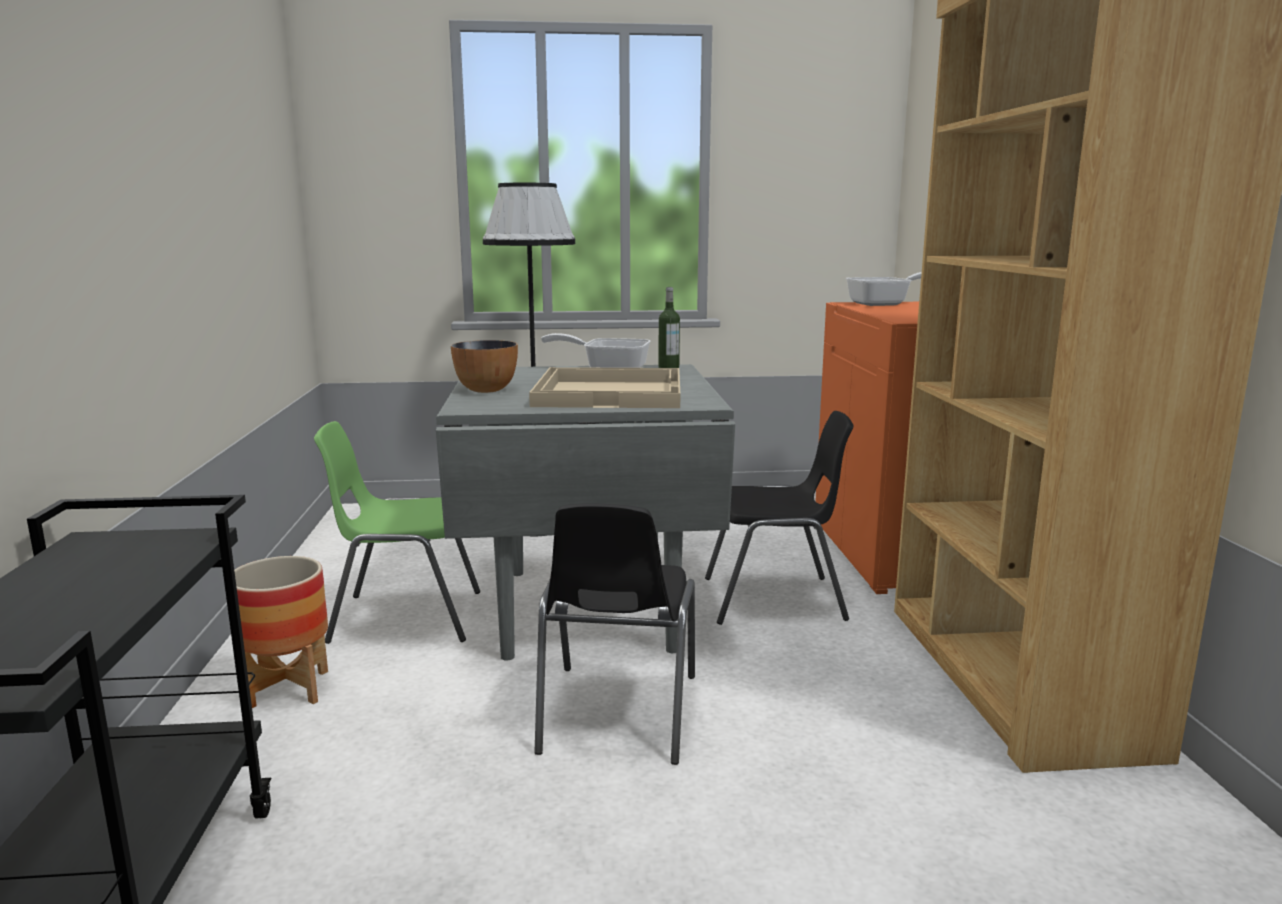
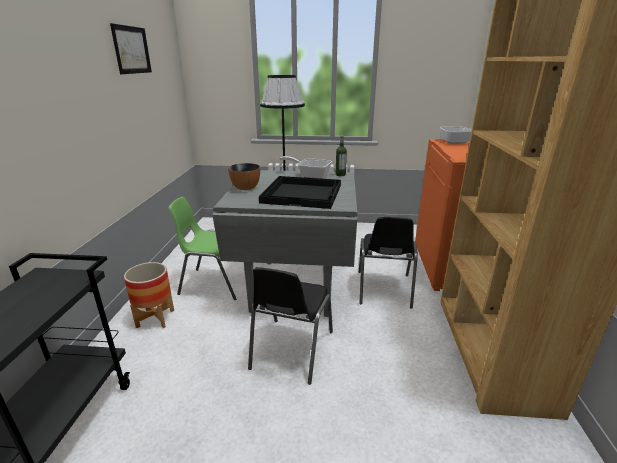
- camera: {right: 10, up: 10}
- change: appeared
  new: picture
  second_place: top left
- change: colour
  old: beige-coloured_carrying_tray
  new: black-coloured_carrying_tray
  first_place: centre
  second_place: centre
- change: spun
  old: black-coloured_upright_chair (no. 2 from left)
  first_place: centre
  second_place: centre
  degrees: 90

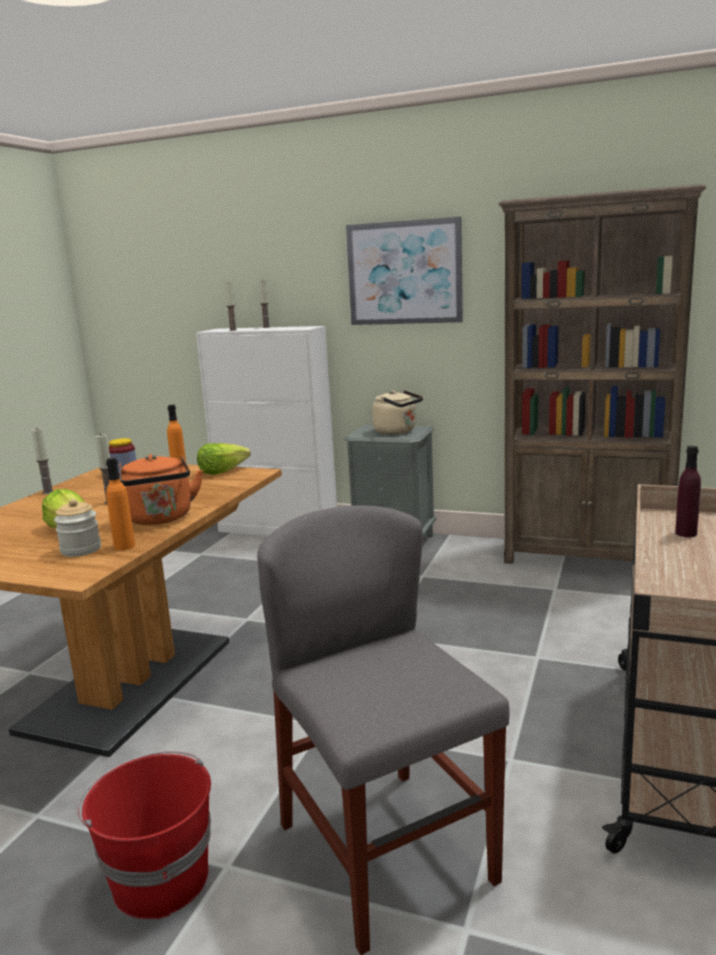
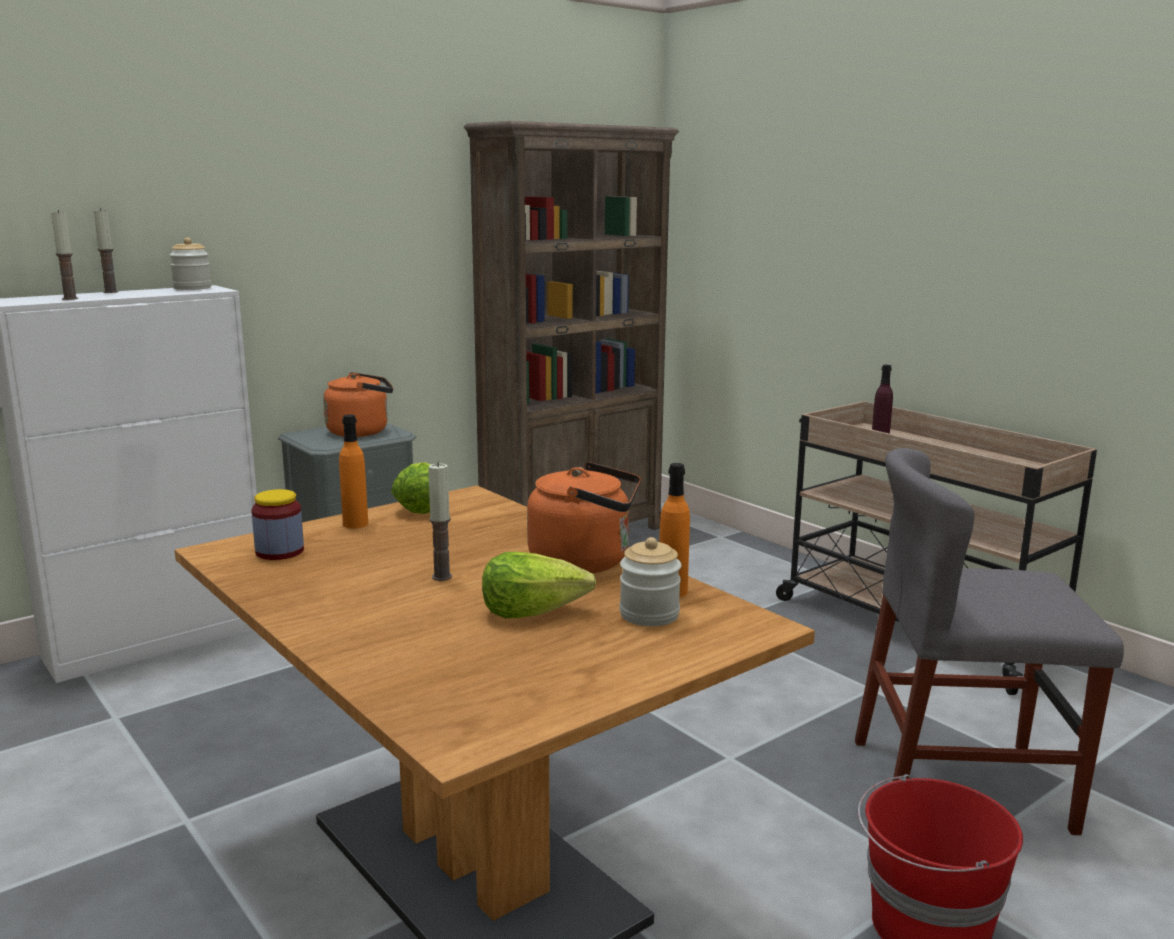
- camera: {right: -60, up: 0}
- change: appeared
  new: storage_jar (no. 1 from left)
  second_place: top left
- change: colour
  old: beige-coloured_tea_kettle
  new: orangey_tea_kettle (no. 1 from left)
  first_place: centre
  second_place: middle left
- change: missing
  old: wax_light (no. 1 from left)
  first_place: middle left
- change: missing
  old: picture
  first_place: top centre

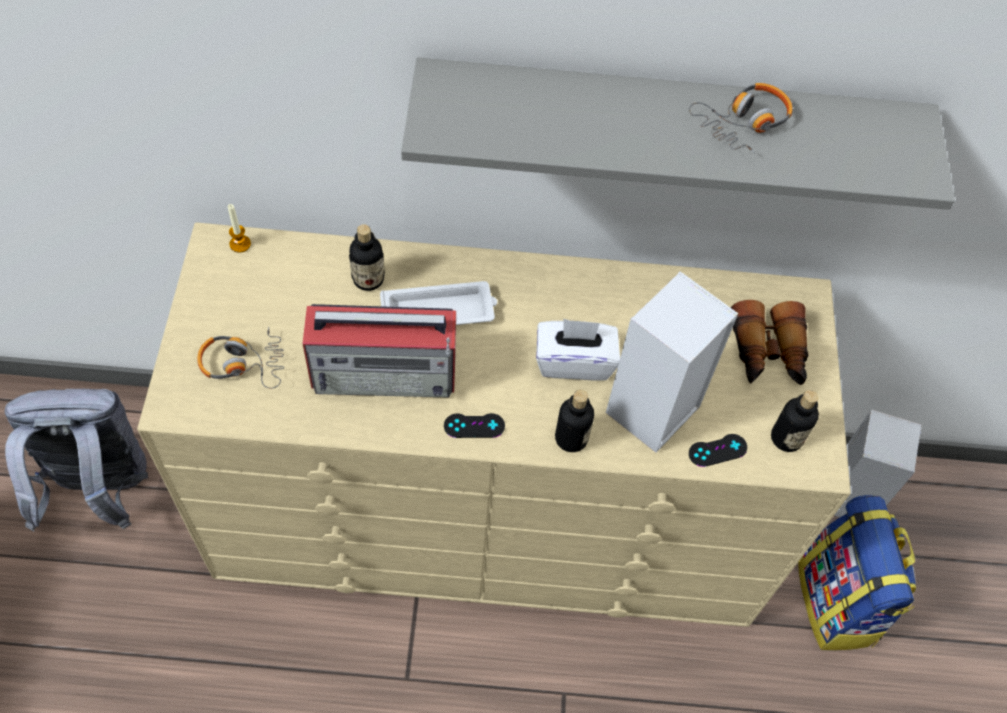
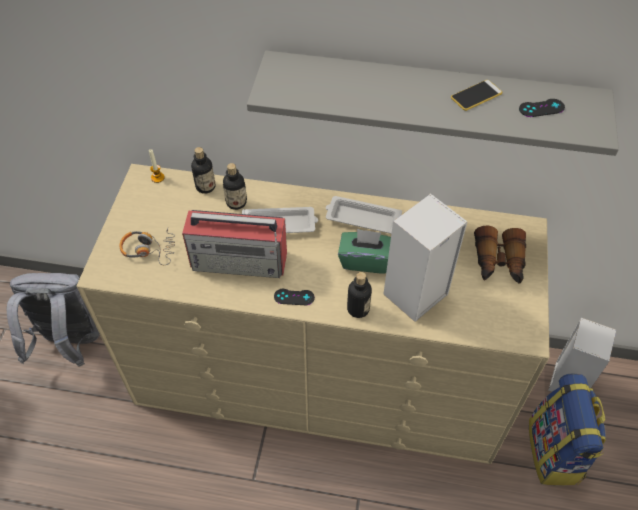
- camera: {right: 10, up: -5}
- change: relocated
  old: drink_bottle (no. 3 from left in the first image)
  new: drink_bottle (no. 1 from left)
  first_place: middle right
  second_place: middle left
- change: appeared
  new: white_carrying_tray (no. 2 from left)
  second_place: centre
- change: colour
  old: white_tissue_holder
  new: green_tissue_holder
  first_place: centre
  second_place: centre
- change: exchanged
  old: headphones (no. 2 from left)
  new: telephone
  first_place: top right
  second_place: top right
- change: relocated
  old: black-coloured_game_controller (no. 2 from left)
  first_place: middle right
  second_place: top right

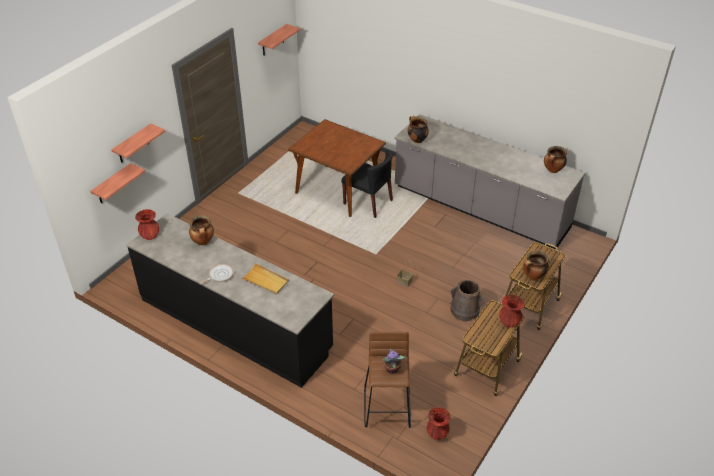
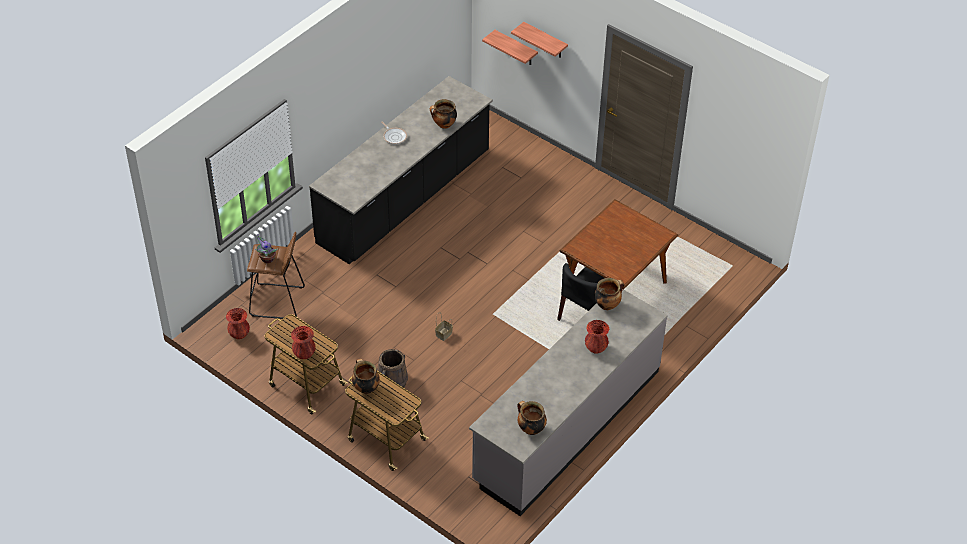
- camera: {right: 95, up: 5}
- change: relocated
  old: red-coloured_flower_vase (no. 1 from left in the first image)
  new: red-coloured_flower_vase (no. 3 from left)
  first_place: middle left
  second_place: centre
- change: missing
  old: beige-coloured_carrying_tray
  first_place: centre
- change: missing
  old: bracket_shelf (no. 3 from left)
  first_place: top centre

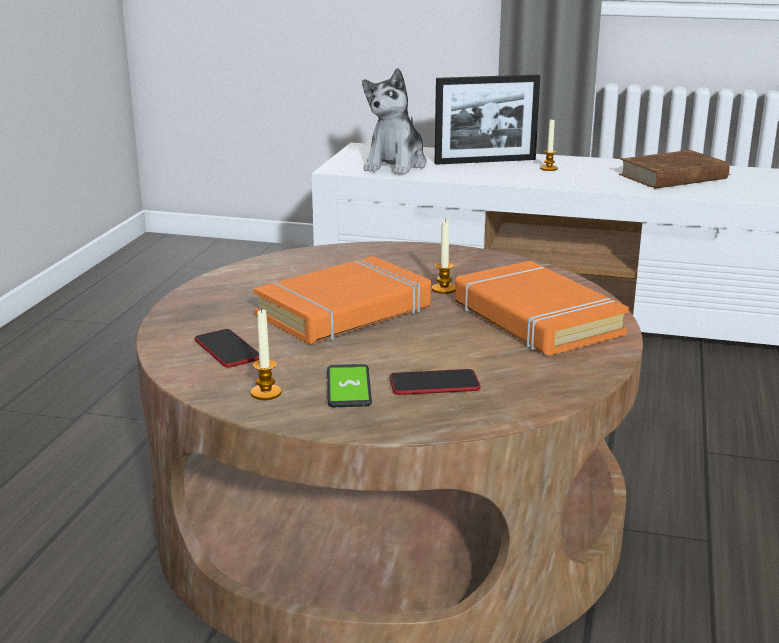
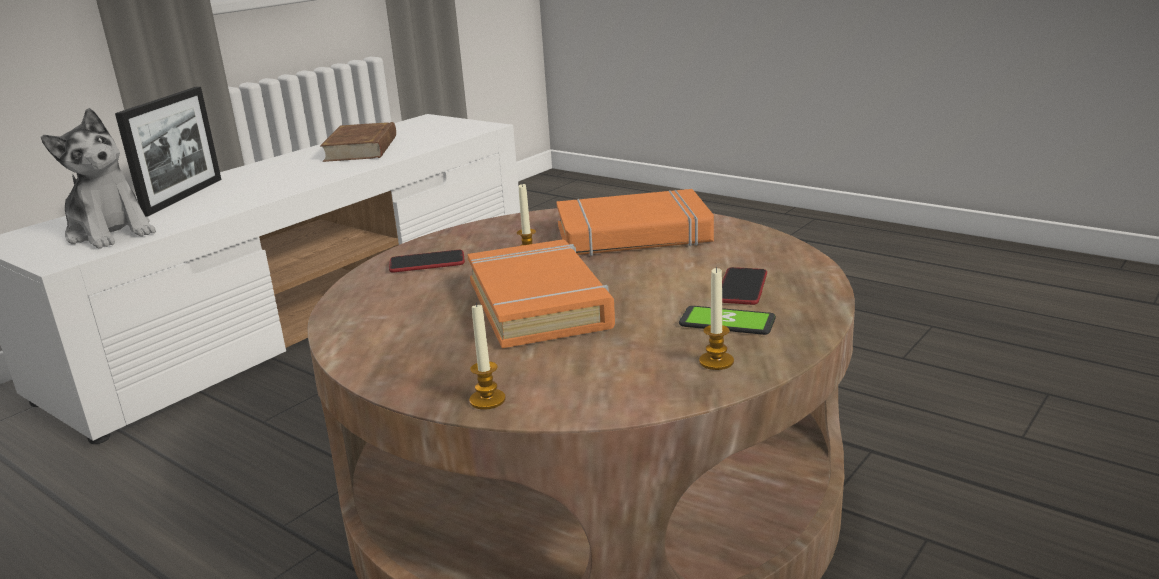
- camera: {right: -65, up: 0}
- change: relocated
  old: telephone (no. 1 from left)
  first_place: middle left
  second_place: centre
- change: relocated
  old: wax_light (no. 3 from left in the first image)
  new: wax_light (no. 1 from left)
  first_place: top right
  second_place: centre

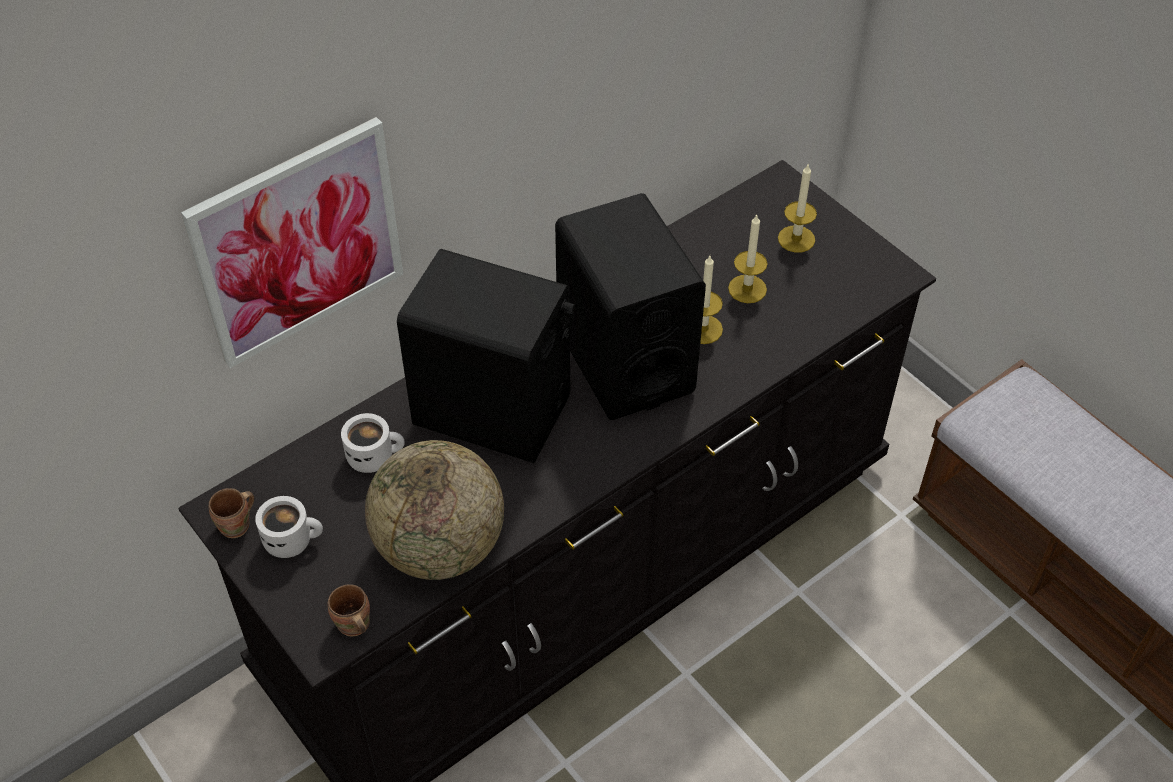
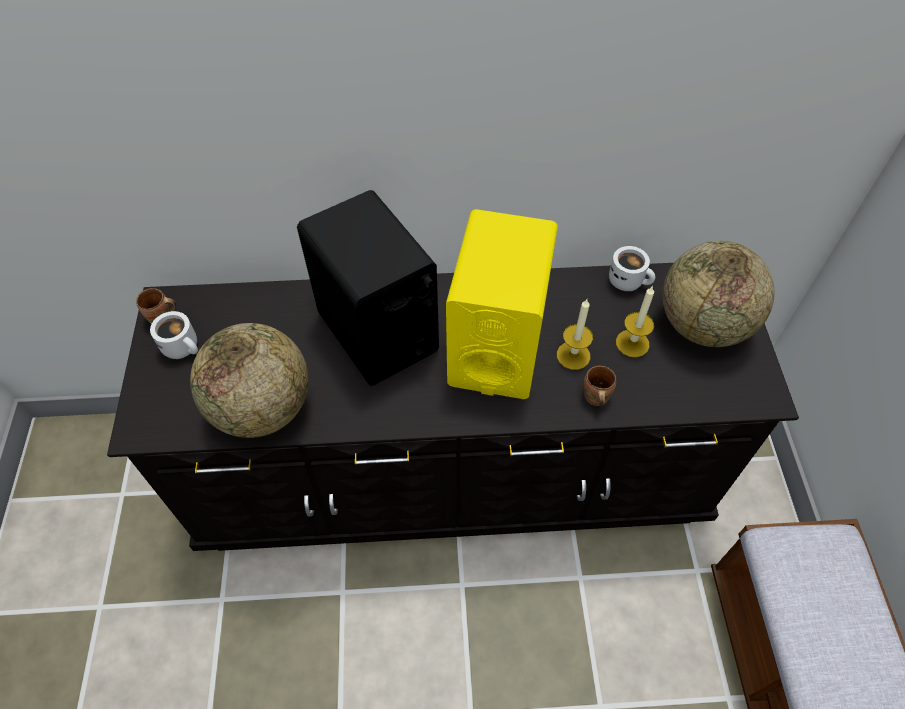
- camera: {right: 35, up: 5}
- change: colour
  old: black-coloured_loudspeaker (no. 2 from left)
  new: yellowish_loudspeaker
  first_place: centre
  second_place: centre
- change: relocated
  old: brown_tea_mug (no. 2 from left)
  first_place: bottom left
  second_place: centre
- change: relocated
  old: white_tea_mug (no. 2 from left)
  first_place: middle left
  second_place: middle right
- change: exchanged
  old: wax_light (no. 3 from left)
  new: world_globe (no. 2 from left)
  first_place: top right
  second_place: middle right
- change: missing
  old: picture
  first_place: top left

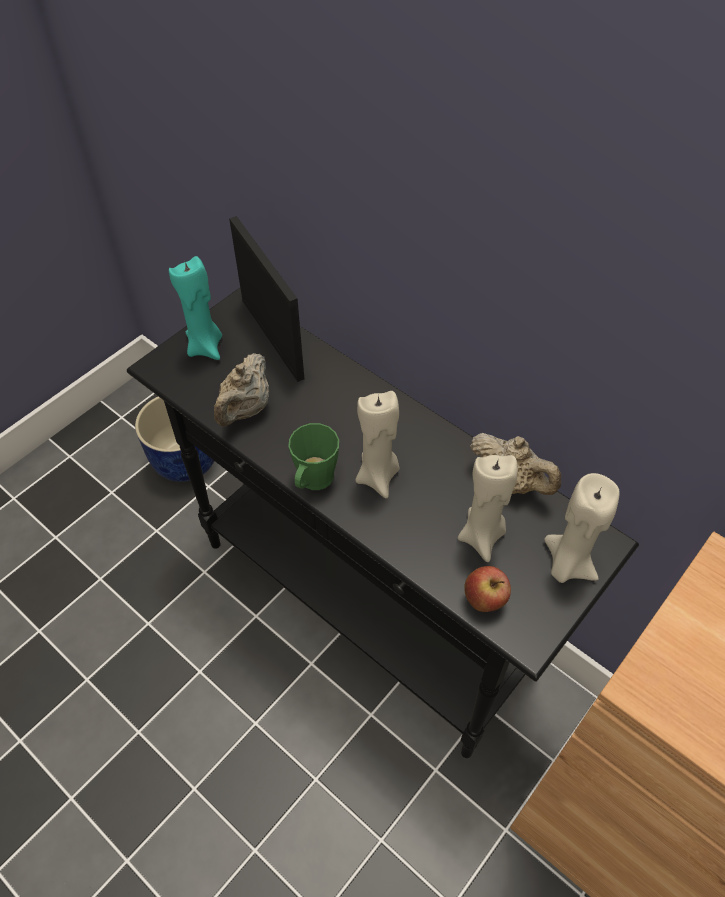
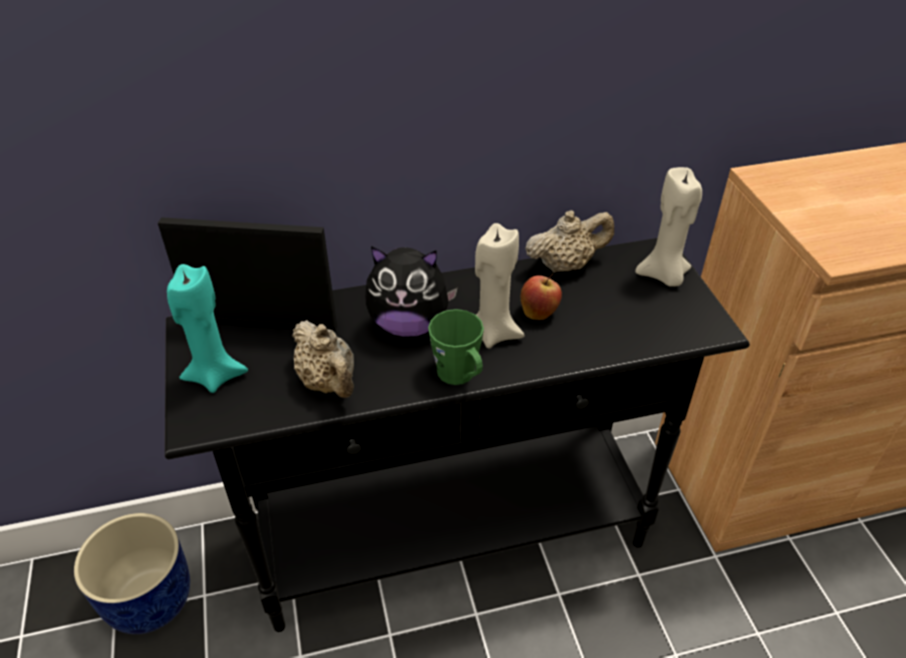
- camera: {right: -55, up: -10}
- change: appeared
  new: soft_toy
  second_place: centre
- change: relocated
  old: apple_fruit
  first_place: middle right
  second_place: centre
- change: missing
  old: beige-coloured_wax_light (no. 2 from left)
  first_place: middle right

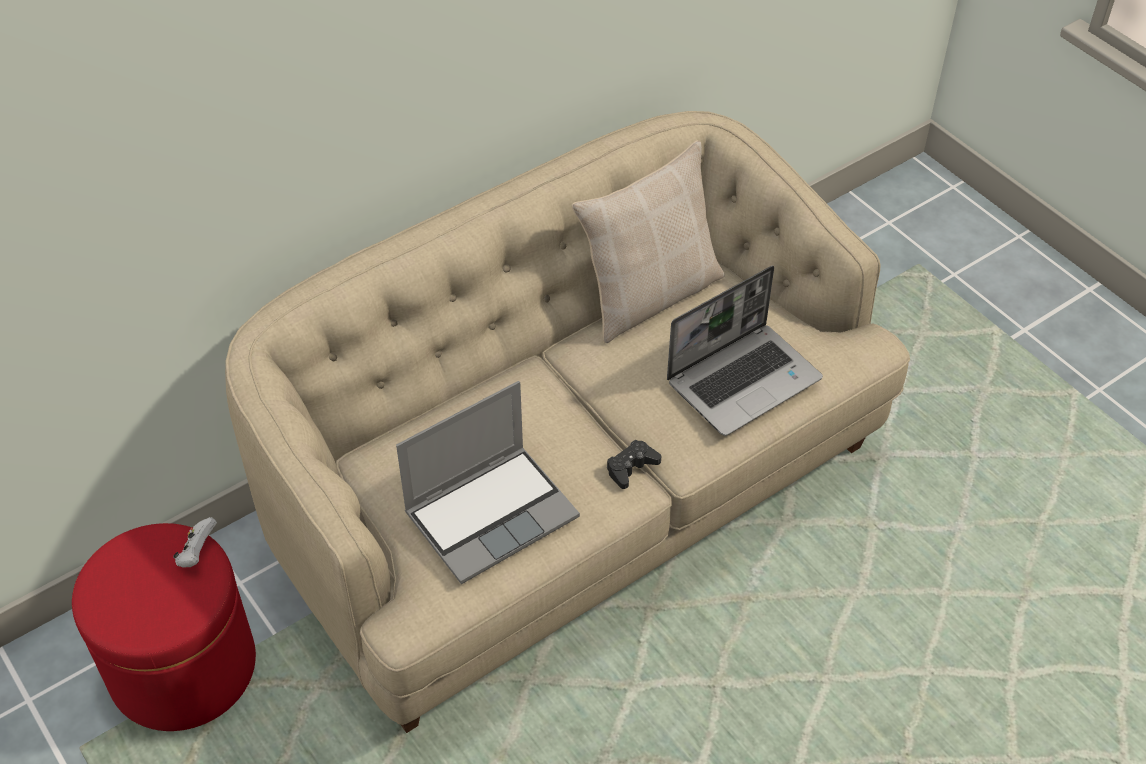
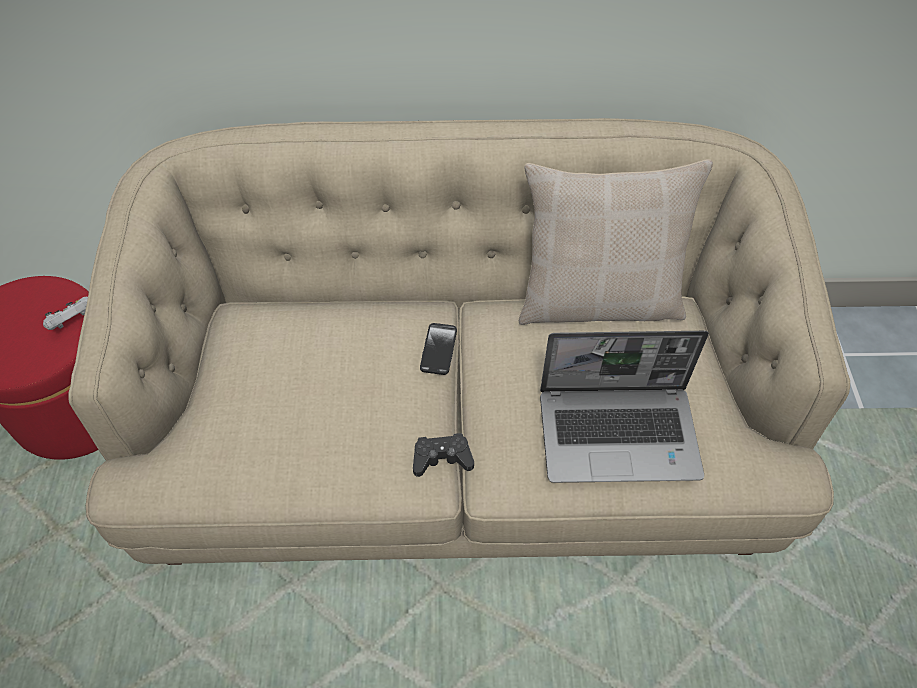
- camera: {right: 35, up: 5}
- change: appeared
  new: telephone
  second_place: centre
- change: missing
  old: laptop (no. 1 from left)
  first_place: centre

